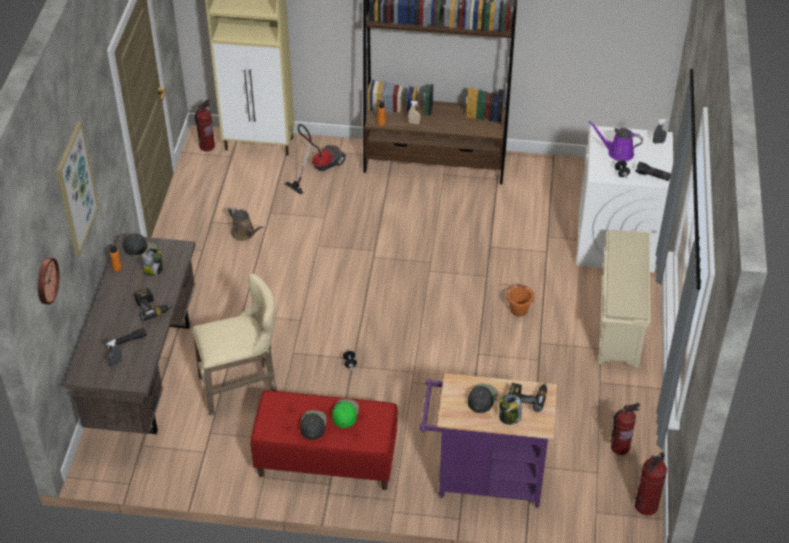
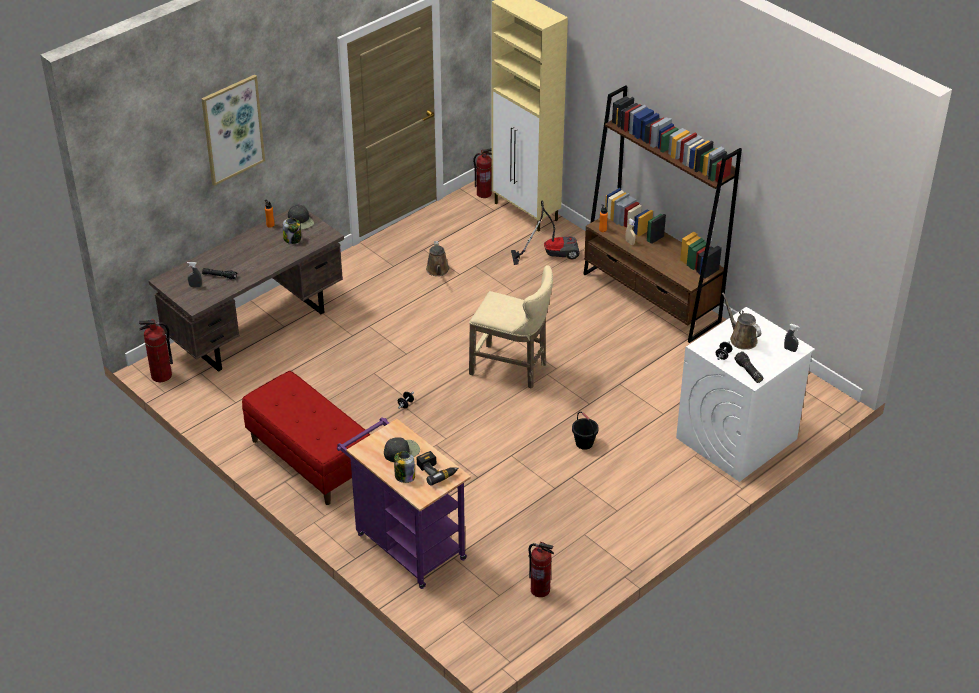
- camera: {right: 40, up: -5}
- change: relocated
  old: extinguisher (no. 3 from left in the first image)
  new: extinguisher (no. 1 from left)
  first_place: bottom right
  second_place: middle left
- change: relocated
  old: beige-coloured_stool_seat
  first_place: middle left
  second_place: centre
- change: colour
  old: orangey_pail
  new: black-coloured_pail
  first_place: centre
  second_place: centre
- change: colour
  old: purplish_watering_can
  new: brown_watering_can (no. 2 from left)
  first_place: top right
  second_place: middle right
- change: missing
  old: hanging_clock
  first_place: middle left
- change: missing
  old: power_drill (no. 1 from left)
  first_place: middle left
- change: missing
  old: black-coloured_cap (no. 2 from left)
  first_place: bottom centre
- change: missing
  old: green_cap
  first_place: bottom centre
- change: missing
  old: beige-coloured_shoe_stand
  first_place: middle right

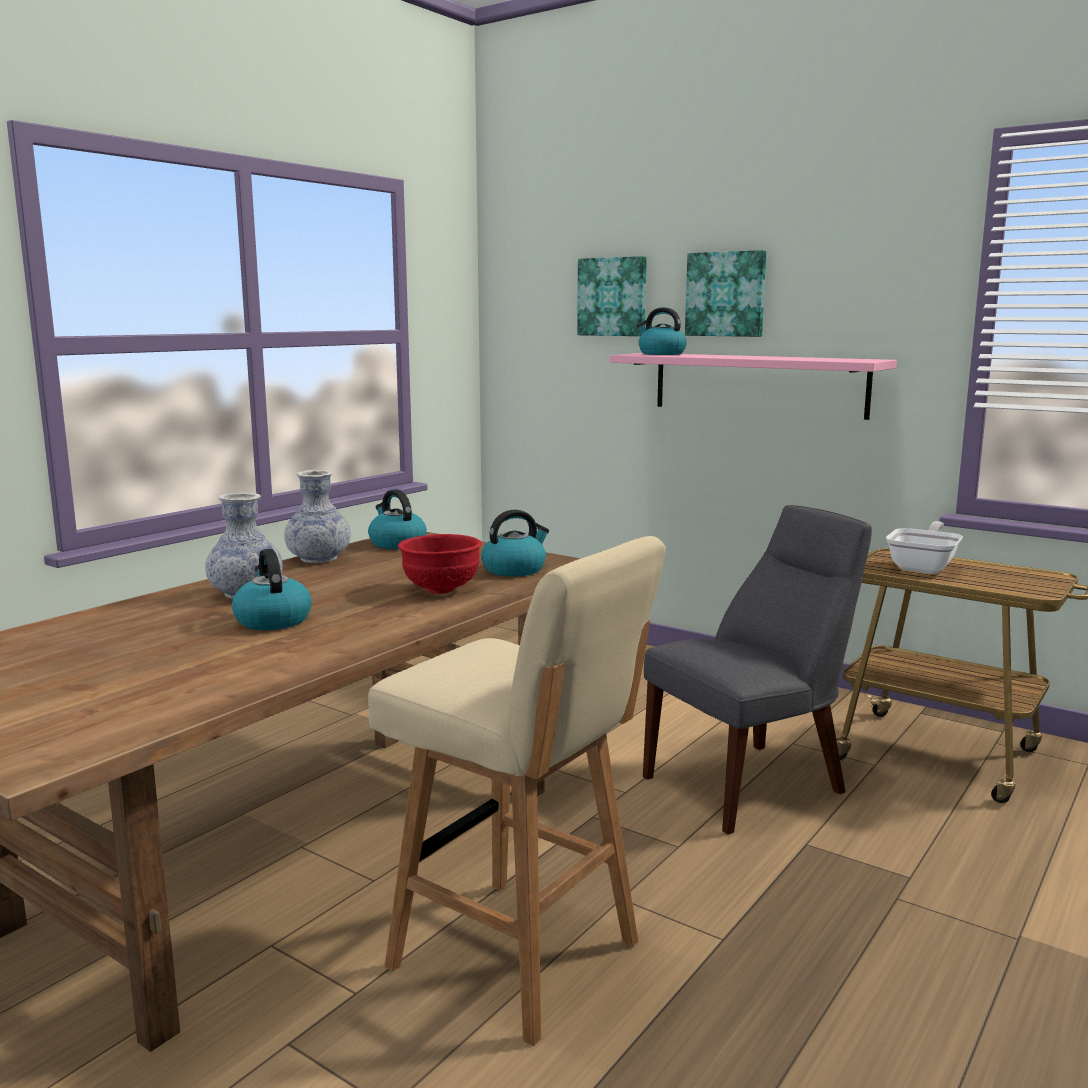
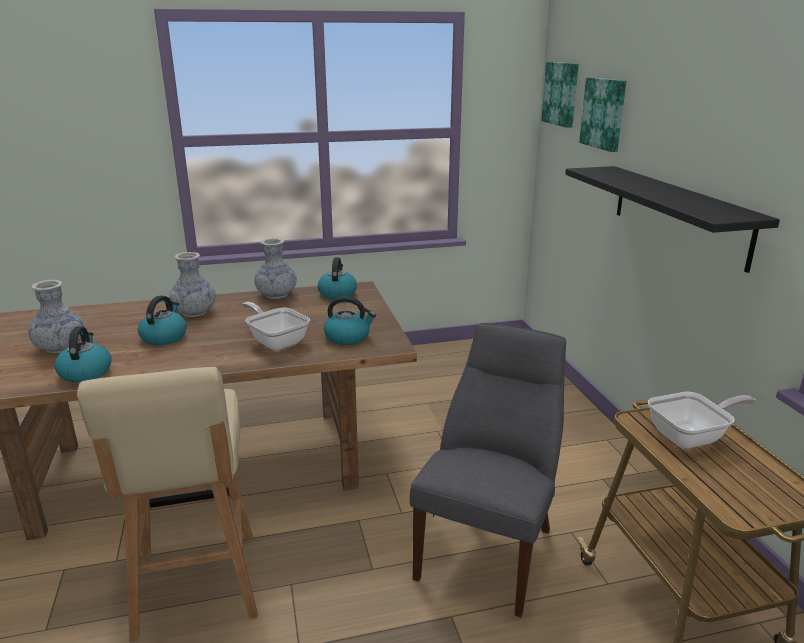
- camera: {right: 40, up: 10}
- change: appeared
  new: flower_vase (no. 1 from left)
  second_place: middle left
- change: relocated
  old: tea_kettle (no. 4 from left in the first image)
  new: tea_kettle (no. 1 from left)
  first_place: top centre
  second_place: middle left
- change: exchanged
  old: red-coloured_bowl
  new: frying_pan (no. 1 from left)
  first_place: centre
  second_place: centre
- change: spun
  old: gray_upright_chair
  first_place: middle right
  second_place: bottom centre
  degrees: -75
- change: relocated
  old: picture (no. 2 from left in the first image)
  new: picture (no. 1 from left)
  first_place: top centre
  second_place: top right
- change: colour
  old: pink-coloured_bracket_shelf
  new: black-coloured_bracket_shelf
  first_place: middle right
  second_place: middle right

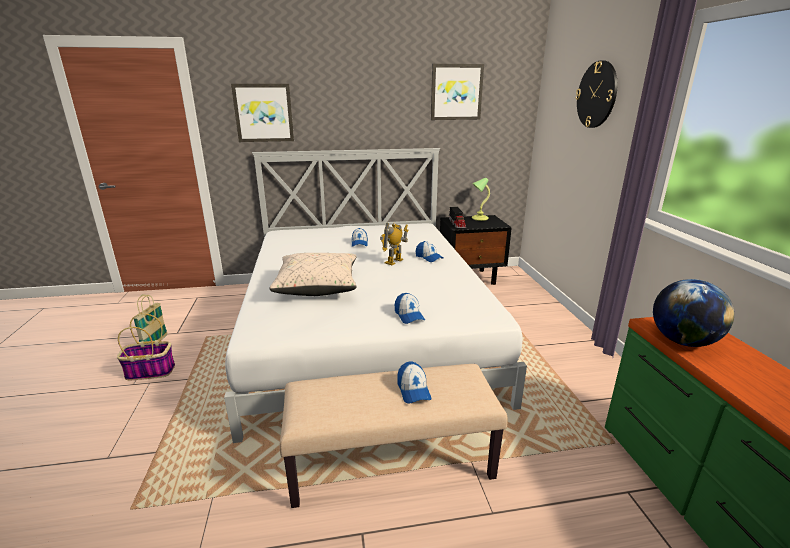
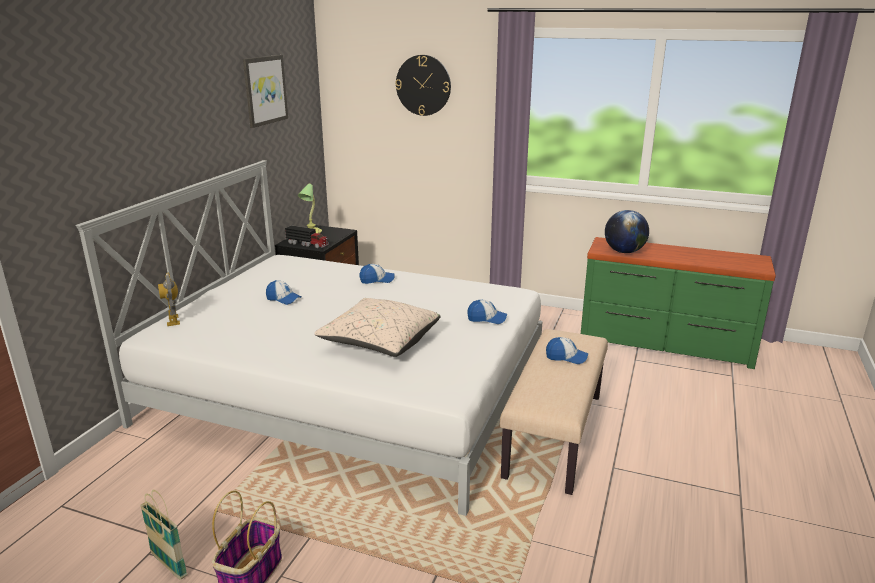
- camera: {right: -60, up: 0}
- change: relocated
  old: model_robot
  first_place: centre
  second_place: middle left
- change: missing
  old: picture (no. 1 from left)
  first_place: top left

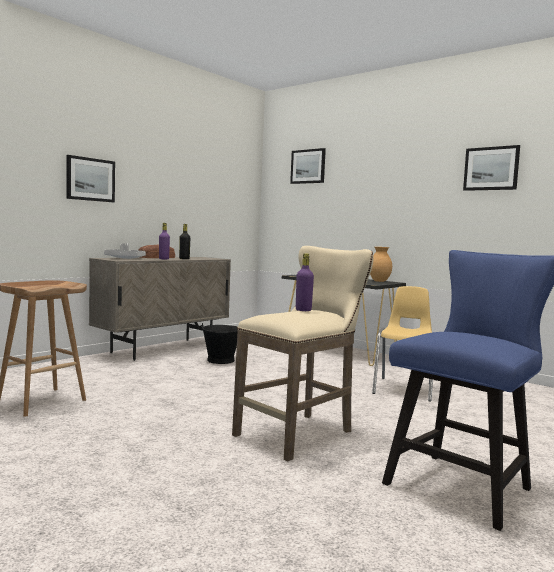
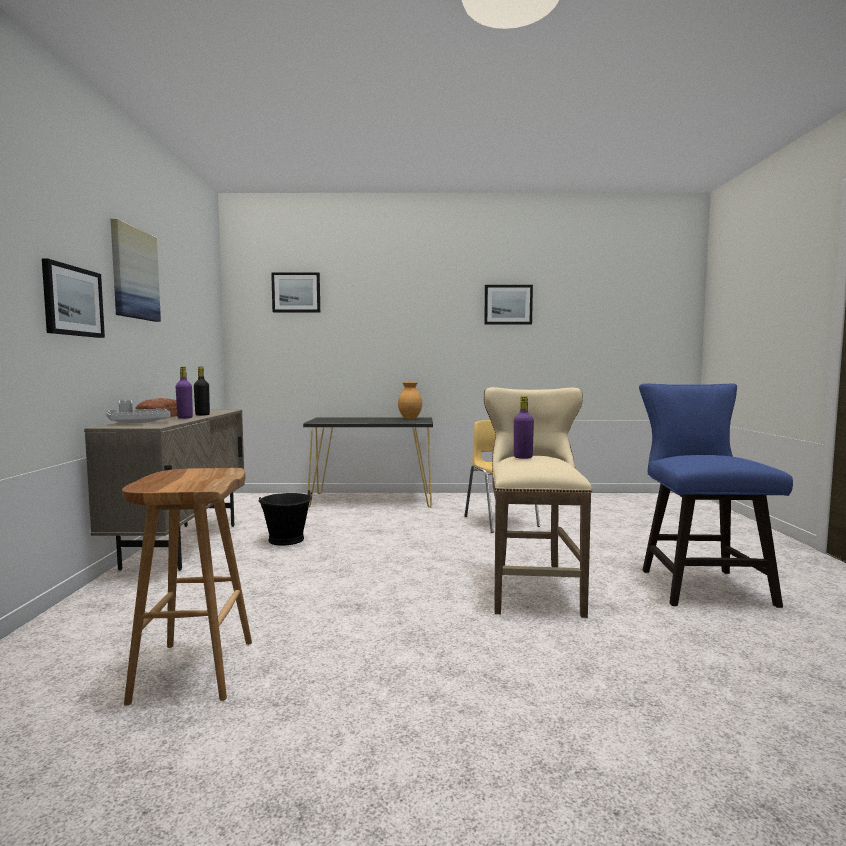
- camera: {right: -40, up: 0}
- change: appeared
  new: picture (no. 2 from left)
  second_place: top left

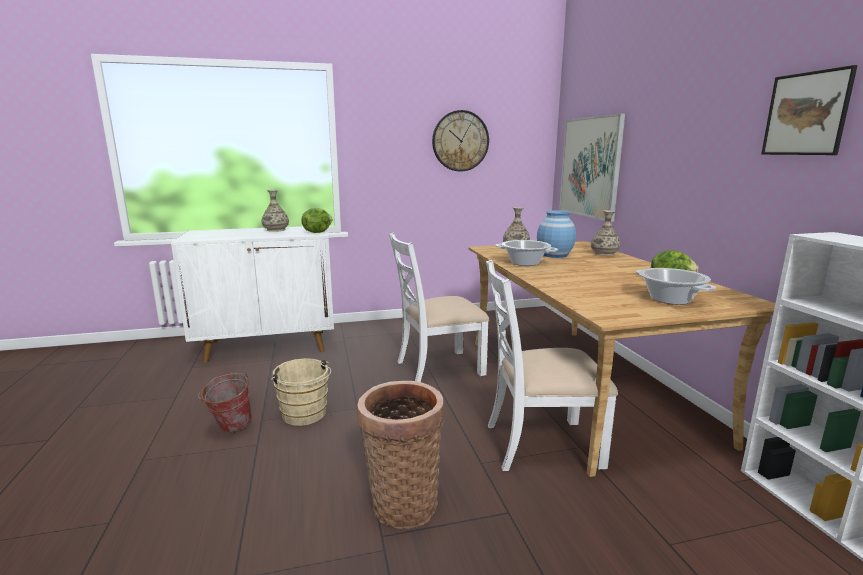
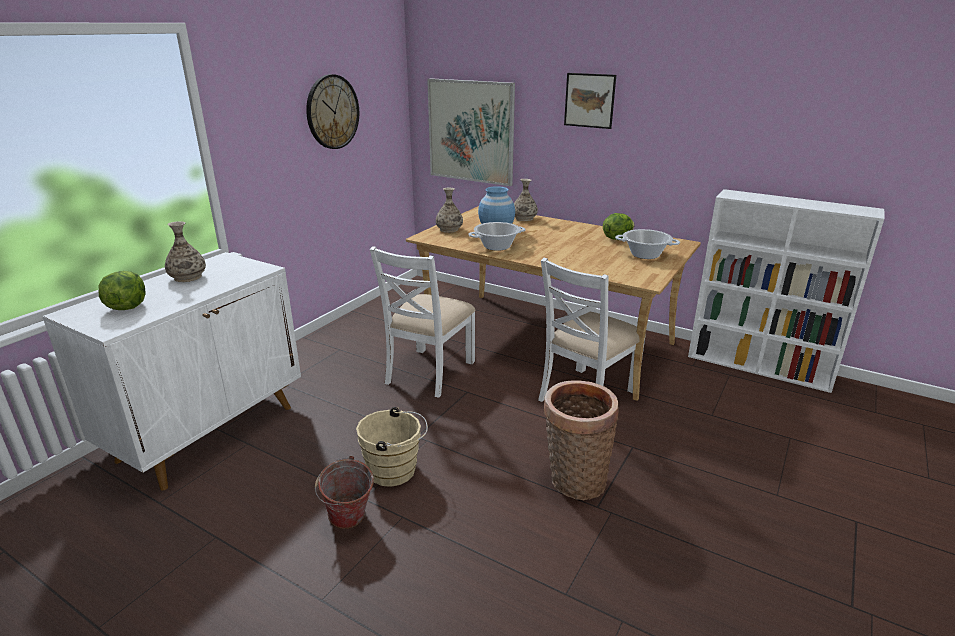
- camera: {right: -45, up: 10}
- change: relocated
  old: lettuce (no. 1 from left)
  first_place: centre
  second_place: middle left
- change: relocated
  old: picture (no. 2 from left)
  first_place: top right
  second_place: top centre

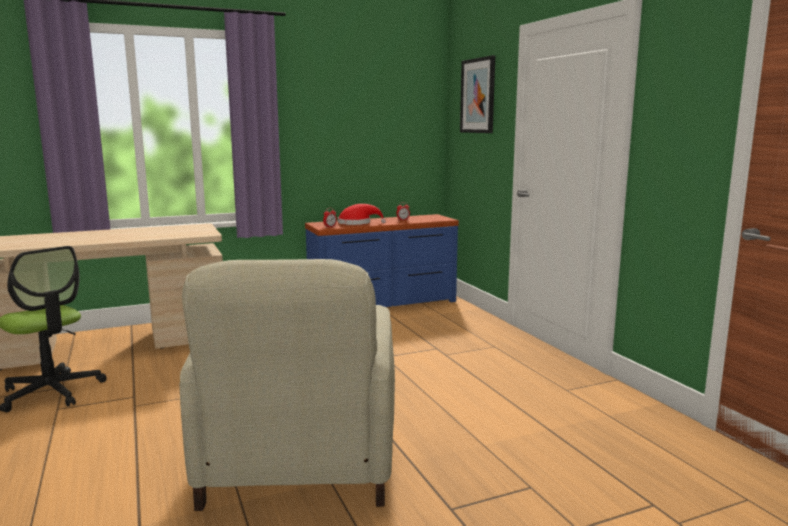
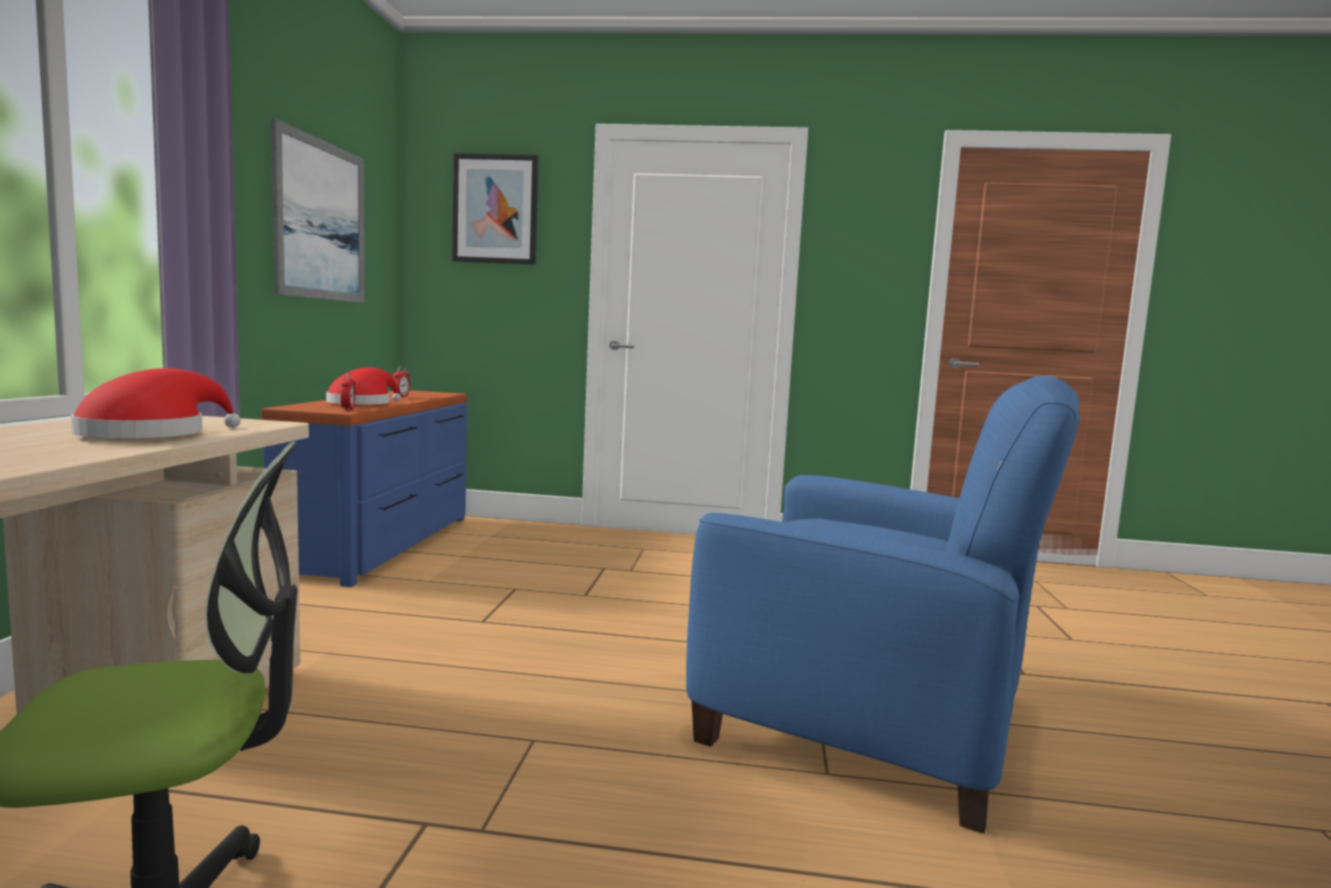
- camera: {right: -60, up: -5}
- change: appeared
  new: red-coloured_wearable_hat (no. 1 from left)
  second_place: middle left
- change: appeared
  new: picture (no. 1 from left)
  second_place: top left
- change: colour
  old: beige-coloured_lounge_chair
  new: bluish_lounge_chair
  first_place: bottom centre
  second_place: bottom centre

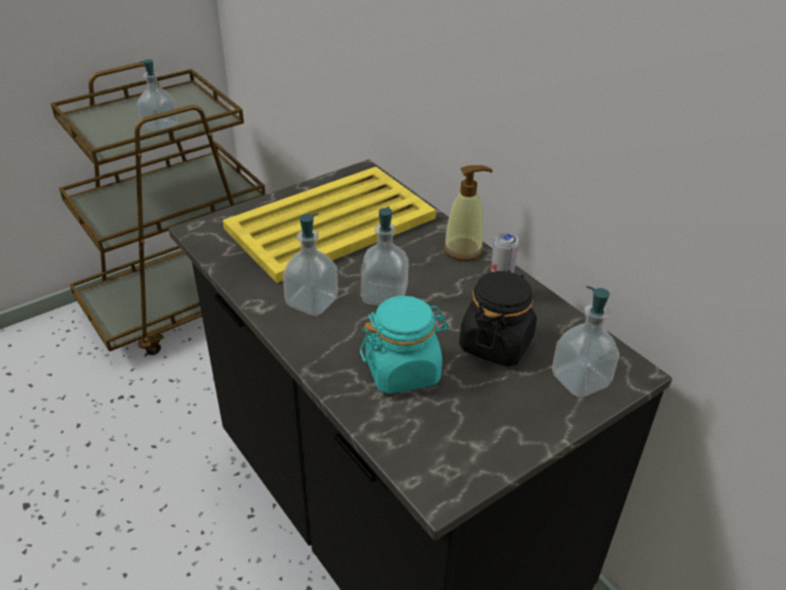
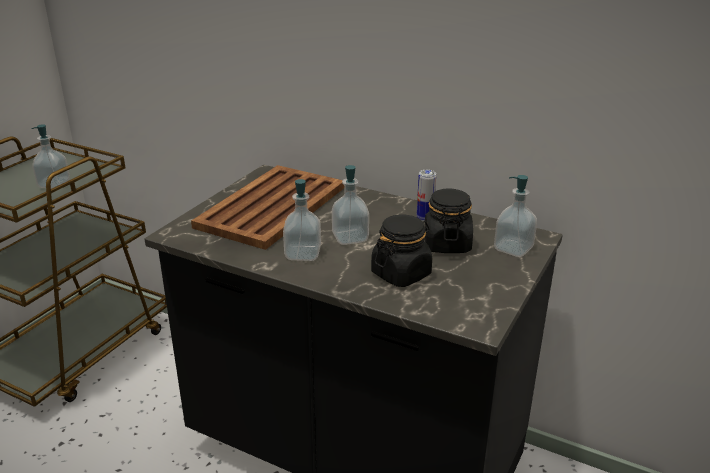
- camera: {right: -25, up: -10}
- change: colour
  old: yellowish_carrying_tray
  new: brown_carrying_tray
  first_place: centre
  second_place: centre
- change: colour
  old: blue-green_storage_jar
  new: black-coloured_storage_jar (no. 1 from left)
  first_place: centre
  second_place: centre
- change: missing
  old: liquid_soap_bottle (no. 4 from left)
  first_place: centre

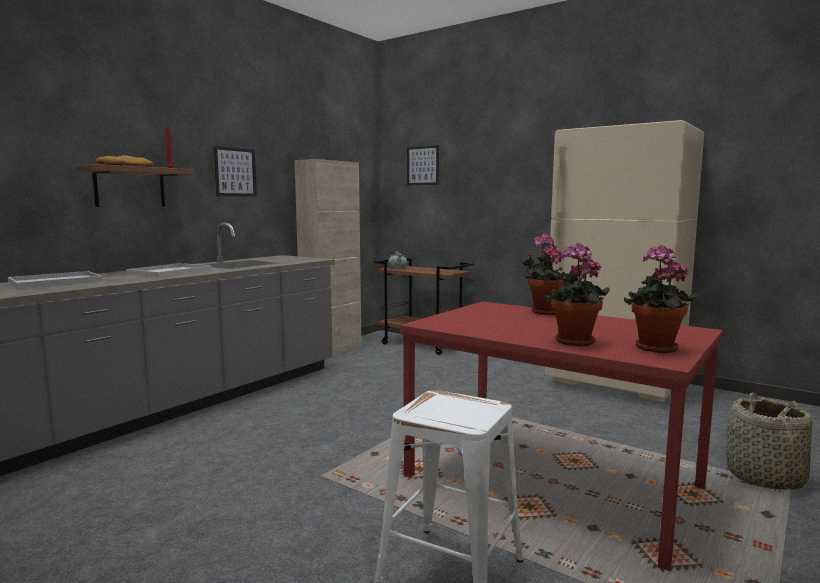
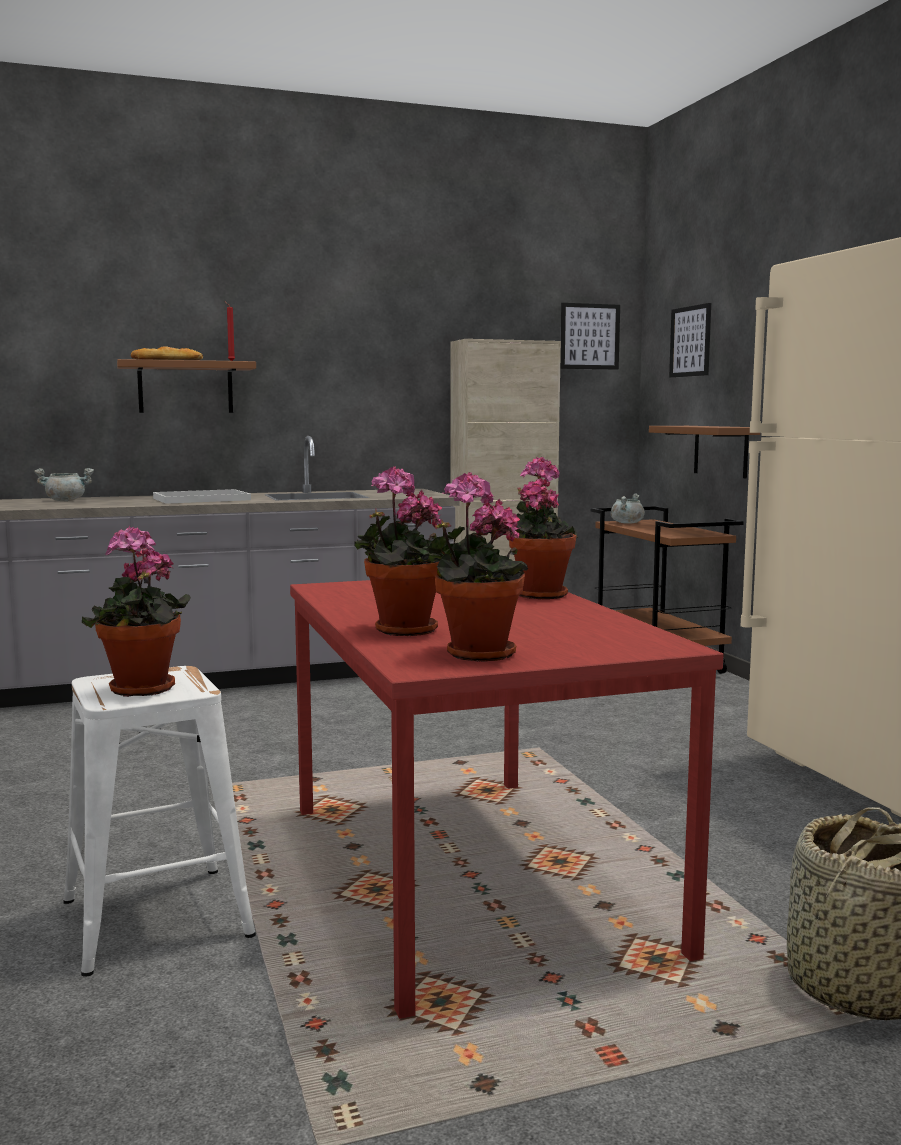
- camera: {right: 35, up: 0}
- change: exchanged
  old: white_carrying_tray (no. 1 from left)
  new: gray_saucepot (no. 1 from left)
  first_place: middle left
  second_place: middle left
- change: appeared
  new: potted_plant (no. 1 from left)
  second_place: middle left
- change: relocated
  old: picture (no. 1 from left)
  first_place: top left
  second_place: top centre
- change: appeared
  new: brown_bracket_shelf (no. 2 from left)
  second_place: middle right

